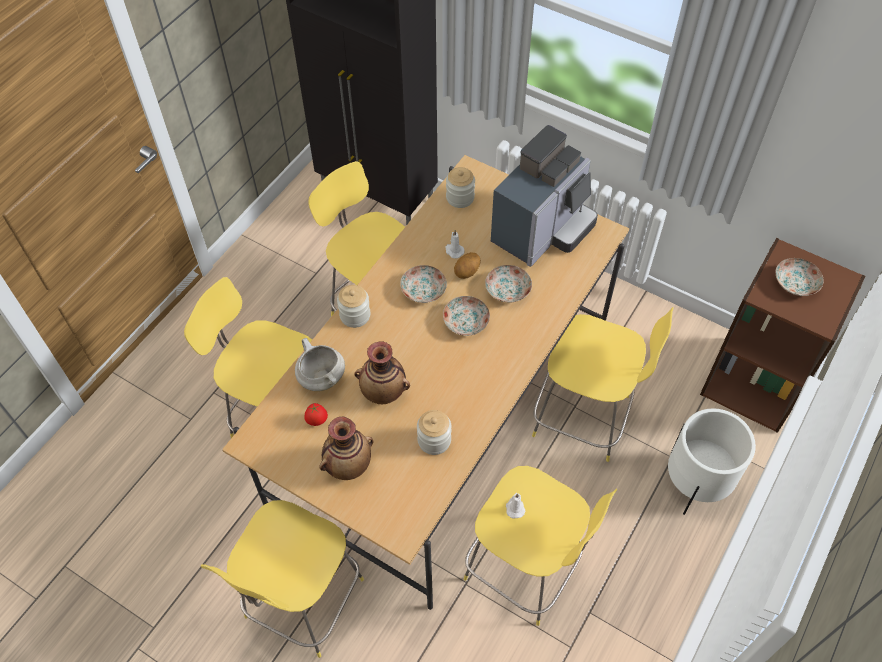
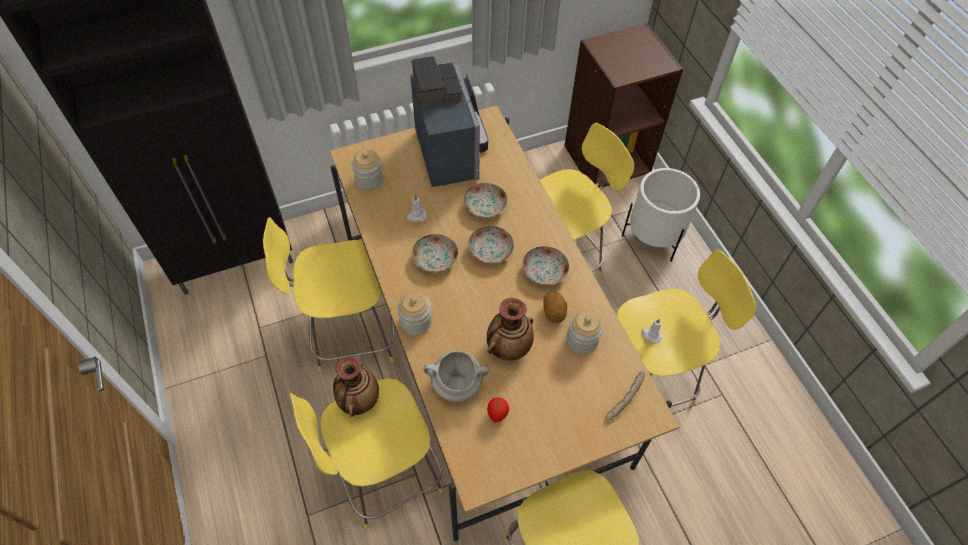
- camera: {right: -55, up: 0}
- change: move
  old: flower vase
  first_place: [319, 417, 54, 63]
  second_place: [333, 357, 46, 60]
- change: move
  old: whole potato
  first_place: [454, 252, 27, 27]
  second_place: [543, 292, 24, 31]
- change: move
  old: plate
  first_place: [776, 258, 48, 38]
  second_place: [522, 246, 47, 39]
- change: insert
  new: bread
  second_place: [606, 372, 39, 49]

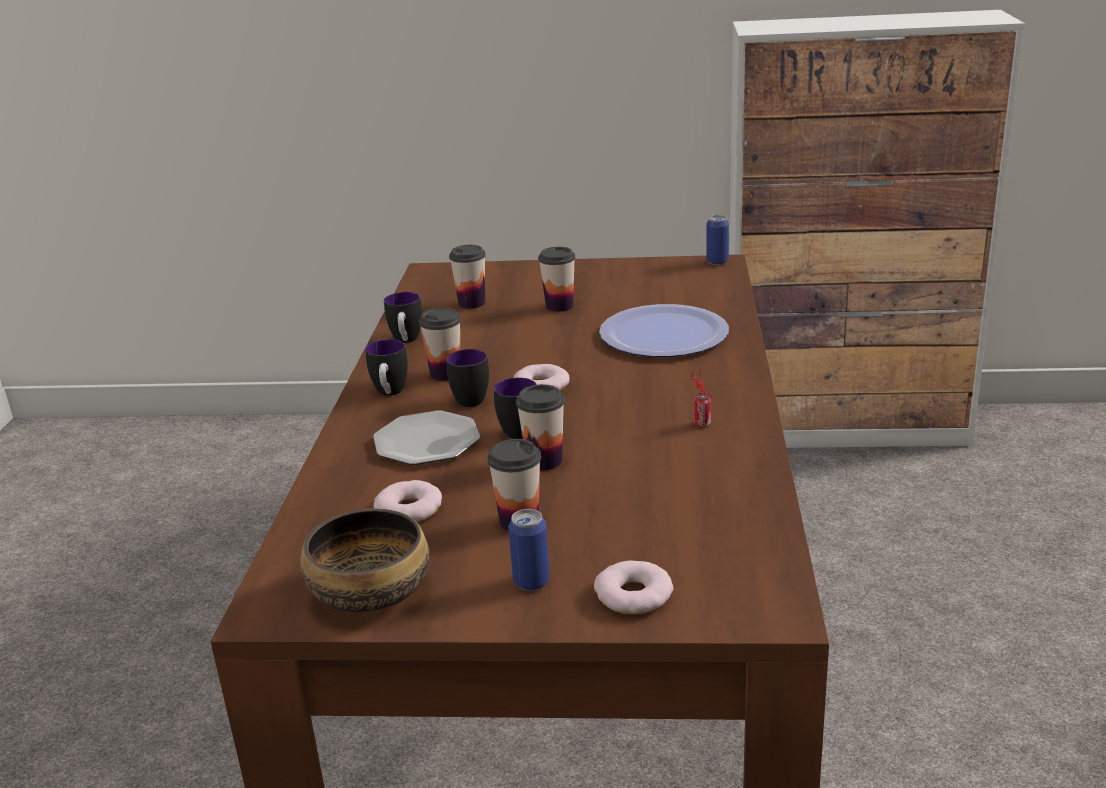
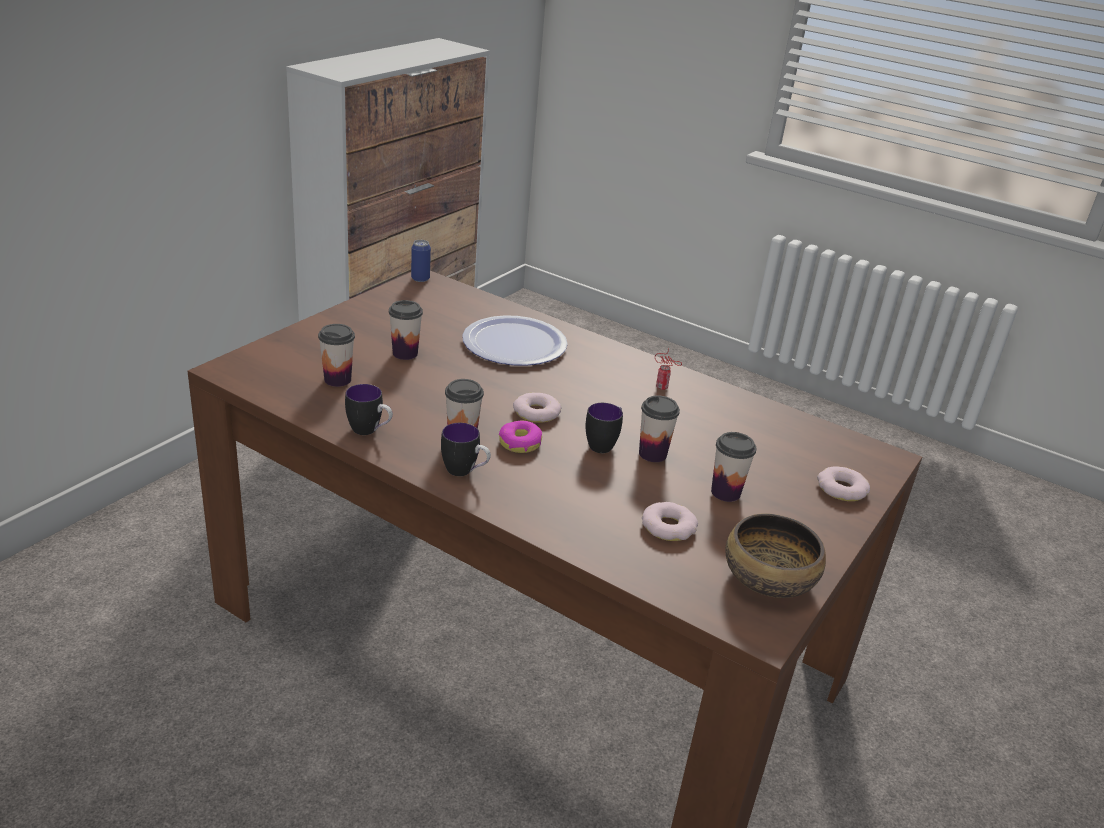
- camera: {right: -65, up: 5}
- change: delete
  old: plate
  first_place: [373, 410, 107, 55]
- change: replace
  old: tea mug
  new: doughnut
  first_place: [446, 349, 43, 58]
  second_place: [499, 420, 43, 33]
- change: delete
  old: sealed can
  first_place: [508, 509, 42, 82]

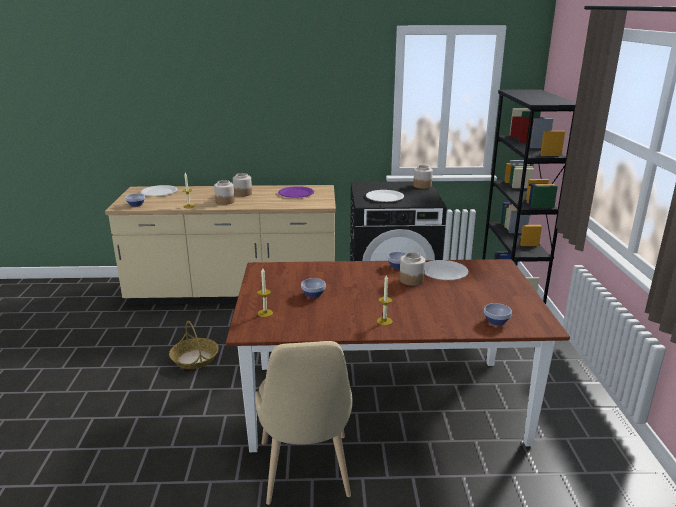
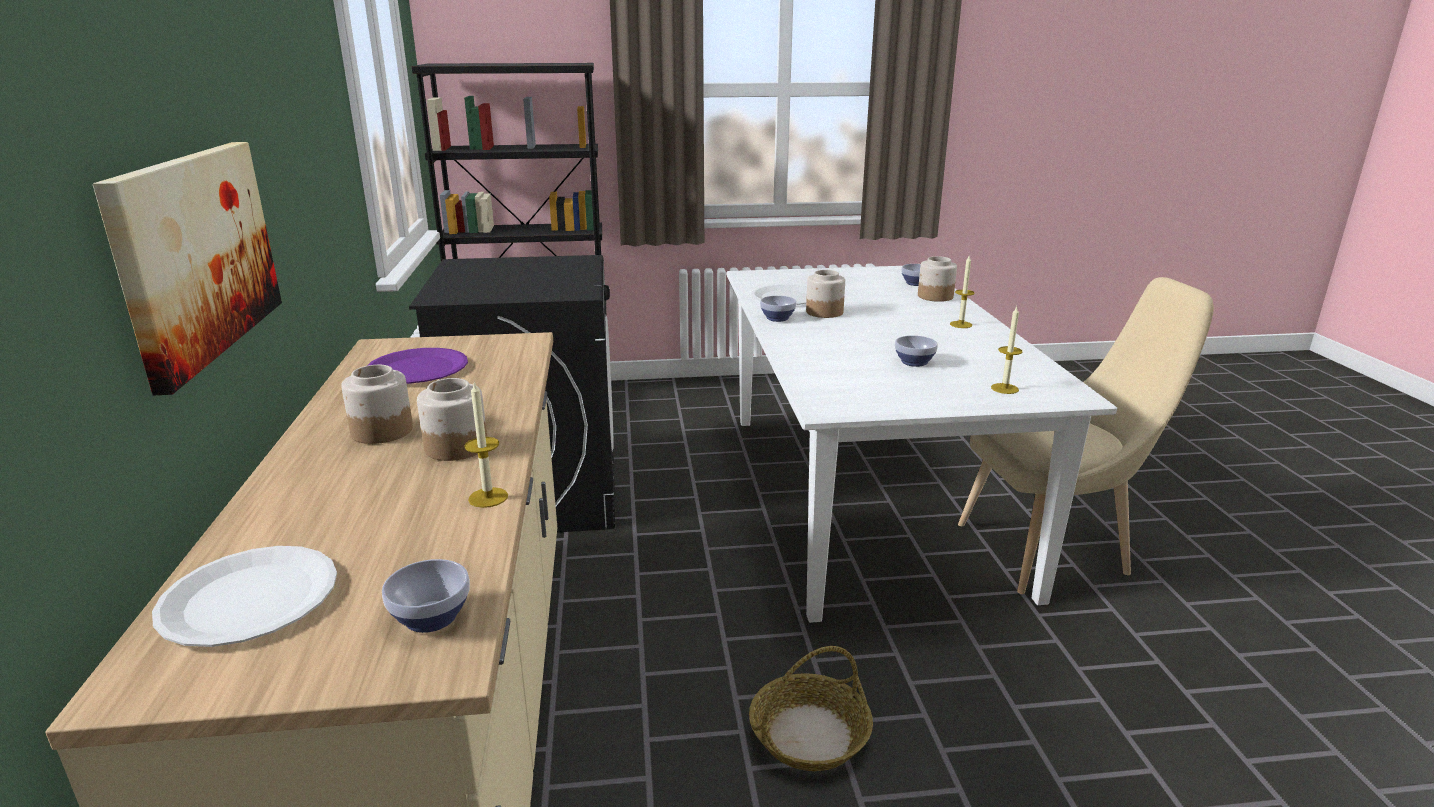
- camera: {right: -95, up: 0}
- change: recolor
  old: dining table in brown-coloured
  new: dining table in whitish
  first_place: [226, 259, 344, 193]
  second_place: [727, 266, 390, 357]
- change: delete
  old: plate in whitish
  first_place: [366, 190, 38, 12]
- change: move
  old: preserve jar
  first_place: [413, 165, 20, 24]
  second_place: [918, 256, 39, 46]
- change: insert
  new: picture
  second_place: [93, 142, 189, 254]

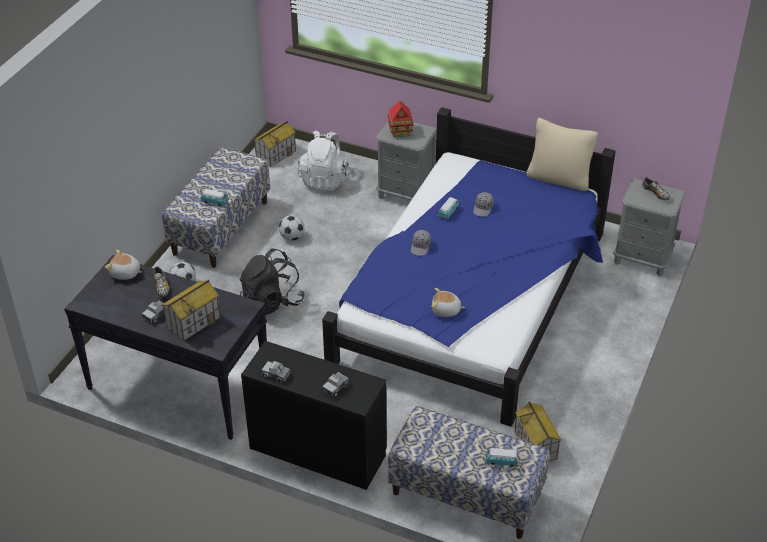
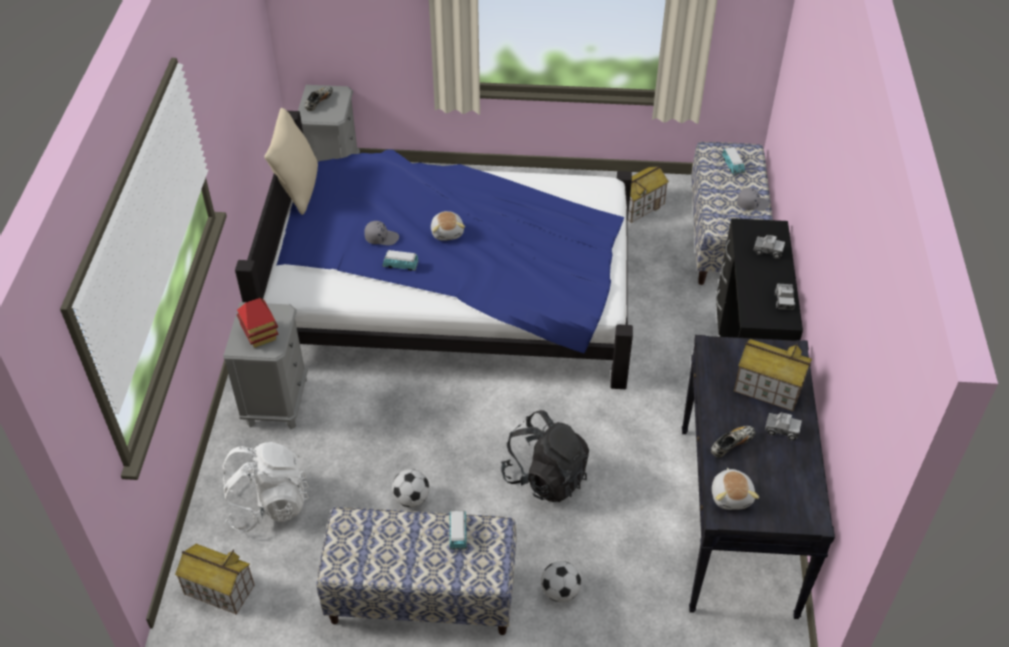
- camera: {right: -110, up: 5}
- change: move
  old: peaked cap in greyish
  first_place: [411, 230, 20, 26]
  second_place: [737, 188, 32, 23]
- change: move
  old: cuddly toy
  first_place: [431, 288, 34, 29]
  second_place: [431, 211, 34, 30]

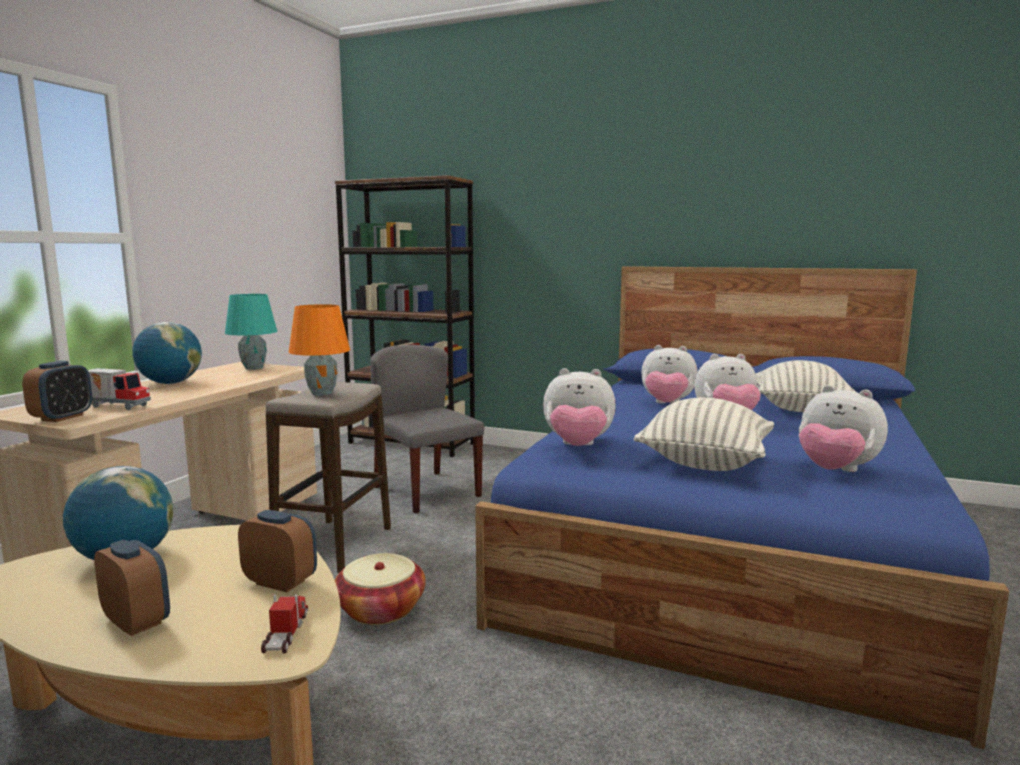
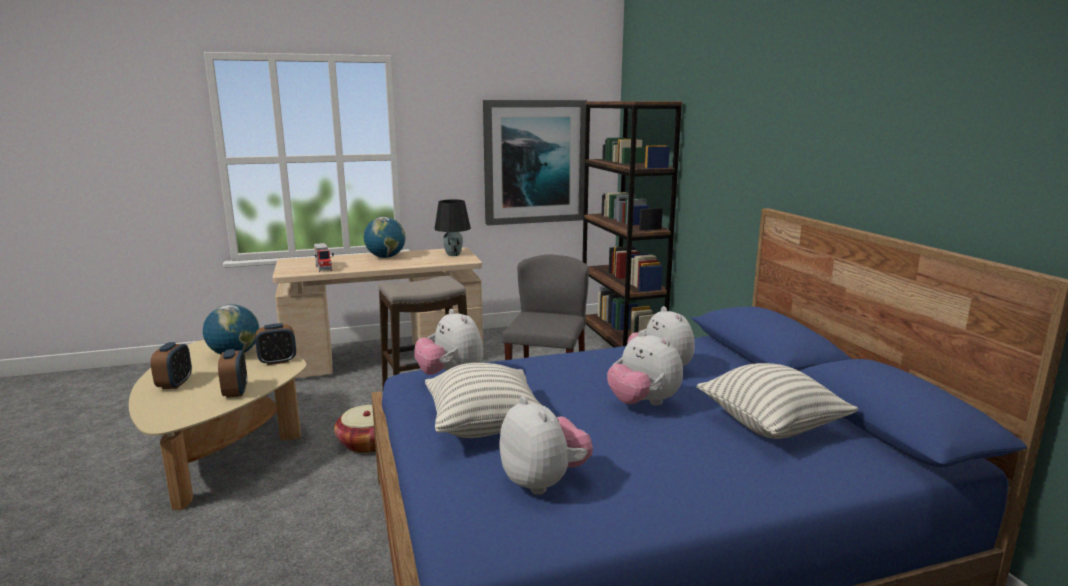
- camera: {right: 50, up: 5}
- change: move
  old: bedside clock
  first_place: [22, 361, 70, 61]
  second_place: [255, 323, 41, 42]
- change: recolor
  old: tabletop lamp in turquoise
  new: tabletop lamp in black
  first_place: [225, 294, 52, 76]
  second_place: [434, 199, 37, 57]
- change: delete
  old: toy truck
  first_place: [261, 594, 47, 59]
- change: delete
  old: tabletop lamp in orange-coloured
  first_place: [289, 304, 61, 92]
- change: rotate
  old: cuddly toy
  first_place: [799, 385, 89, 87]
  second_place: [499, 396, 94, 99]
  degrees: 150
- change: insert
  new: picture
  second_place: [483, 100, 104, 125]

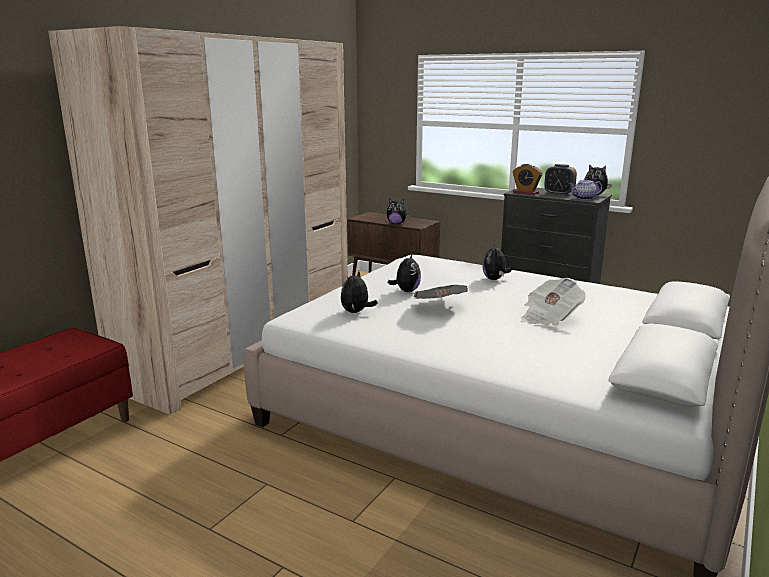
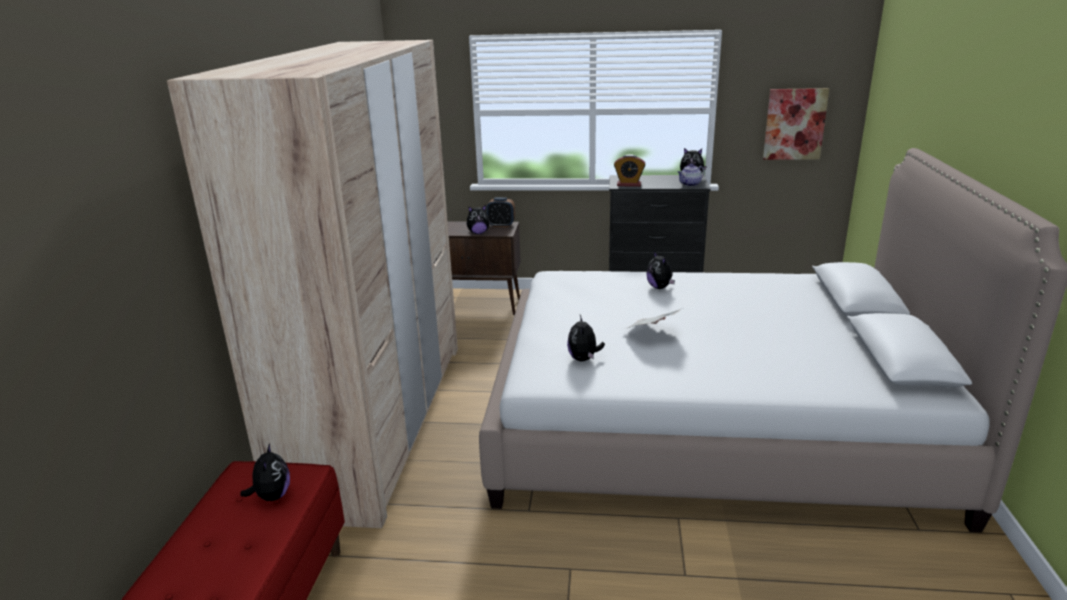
- camera: {right: -25, up: 5}
- change: move
  old: cuddly toy
  first_place: [388, 253, 33, 39]
  second_place: [240, 443, 50, 58]
- change: delete
  old: printed paper
  first_place: [522, 278, 64, 48]
- change: move
  old: bedside clock
  first_place: [544, 164, 33, 32]
  second_place: [486, 197, 29, 30]
- change: insert
  new: picture
  second_place: [763, 88, 66, 72]

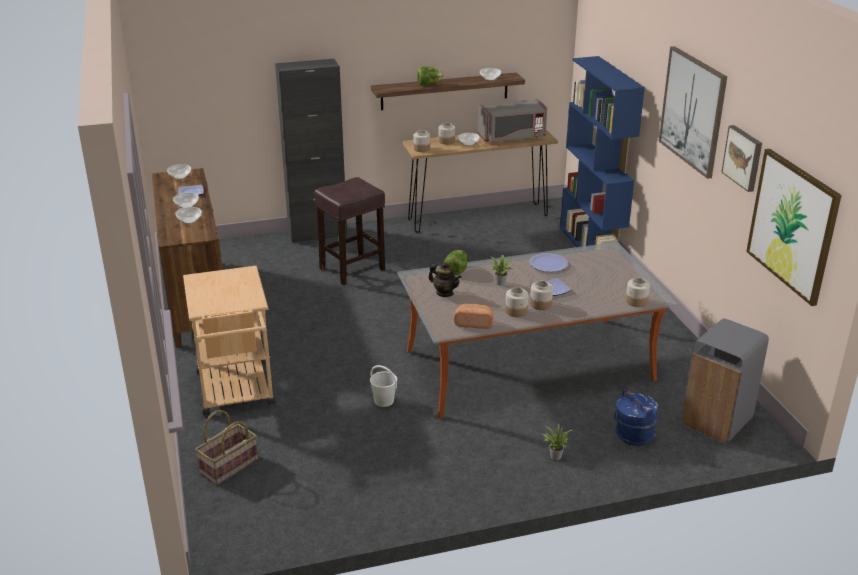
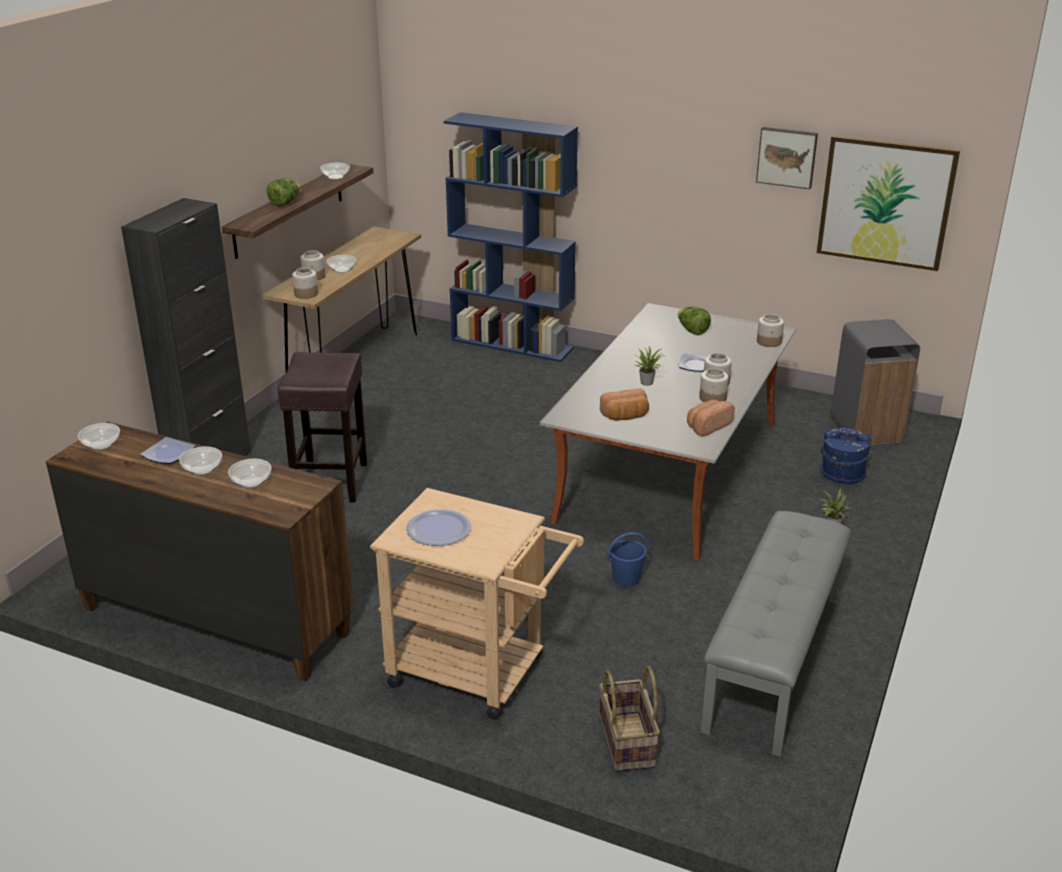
- camera: {right: -50, up: 0}
- change: recolor
  old: water bucket in whitish
  new: water bucket in bluish
  first_place: [370, 365, 27, 42]
  second_place: [607, 532, 41, 55]
- change: replace
  old: pot for tea
  new: bread
  first_place: [428, 262, 33, 35]
  second_place: [600, 388, 49, 33]
- change: move
  old: lettuce head
  first_place: [444, 250, 24, 25]
  second_place: [678, 306, 33, 29]
- change: delete
  old: microwave oven in greyish
  first_place: [477, 99, 70, 43]
- change: move
  old: plate
  first_place: [529, 253, 39, 19]
  second_place: [406, 509, 66, 37]
- change: delete
  old: picture
  first_place: [659, 46, 68, 133]
- change: insert
  new: indoor bench in greyish
  second_place: [701, 511, 151, 246]

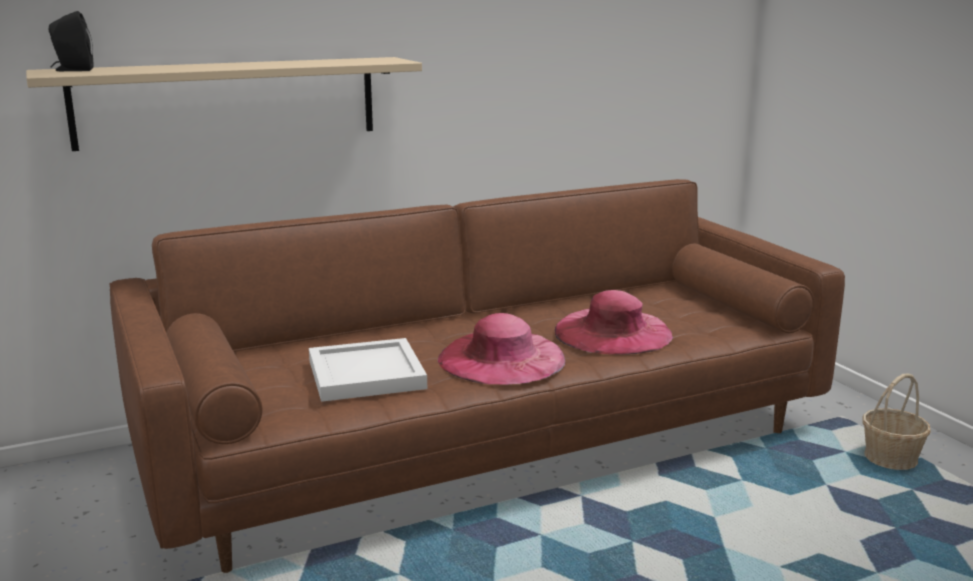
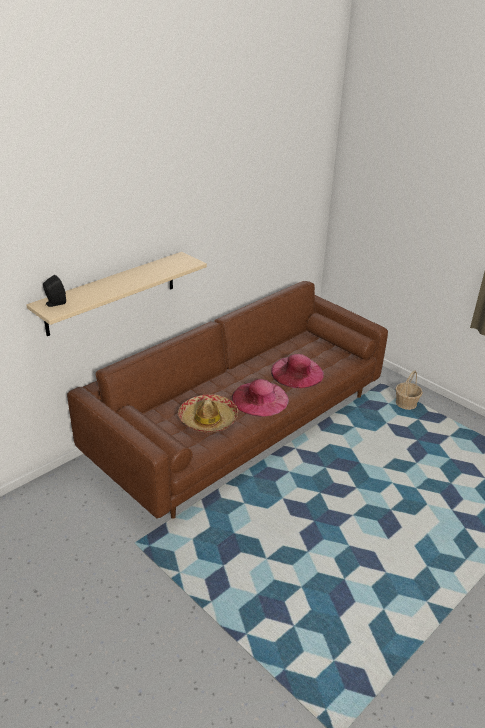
- camera: {right: -20, up: 15}
- change: replace
  old: serving tray in whitish
  new: clothing hat
  first_place: [309, 338, 118, 64]
  second_place: [178, 394, 60, 39]

